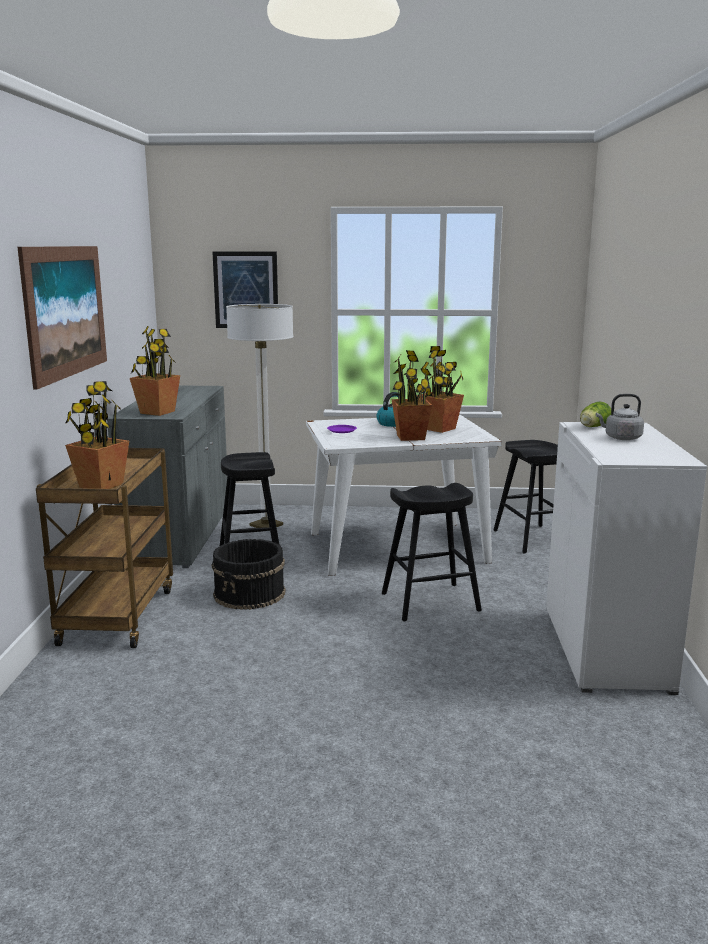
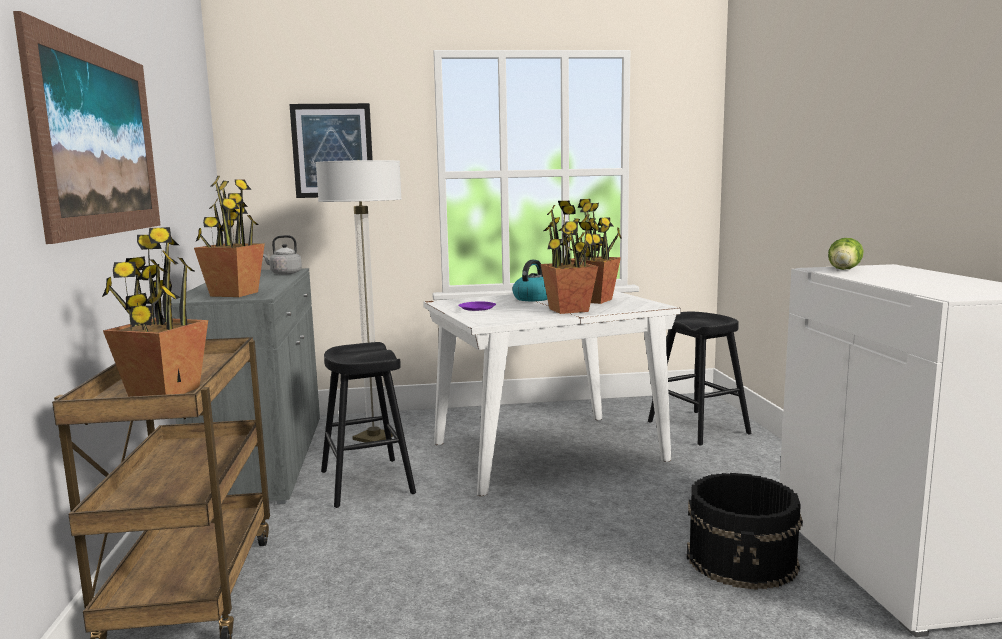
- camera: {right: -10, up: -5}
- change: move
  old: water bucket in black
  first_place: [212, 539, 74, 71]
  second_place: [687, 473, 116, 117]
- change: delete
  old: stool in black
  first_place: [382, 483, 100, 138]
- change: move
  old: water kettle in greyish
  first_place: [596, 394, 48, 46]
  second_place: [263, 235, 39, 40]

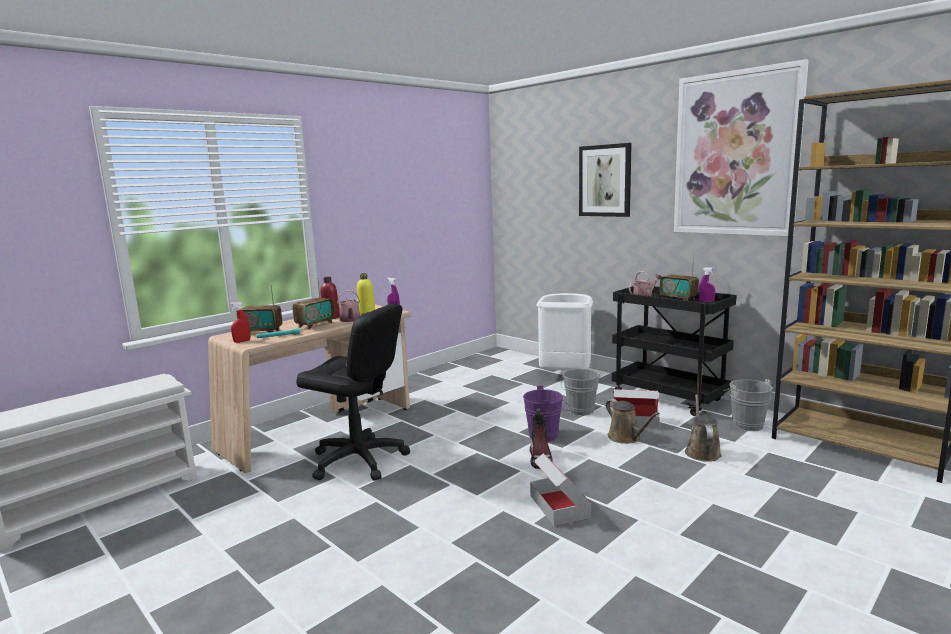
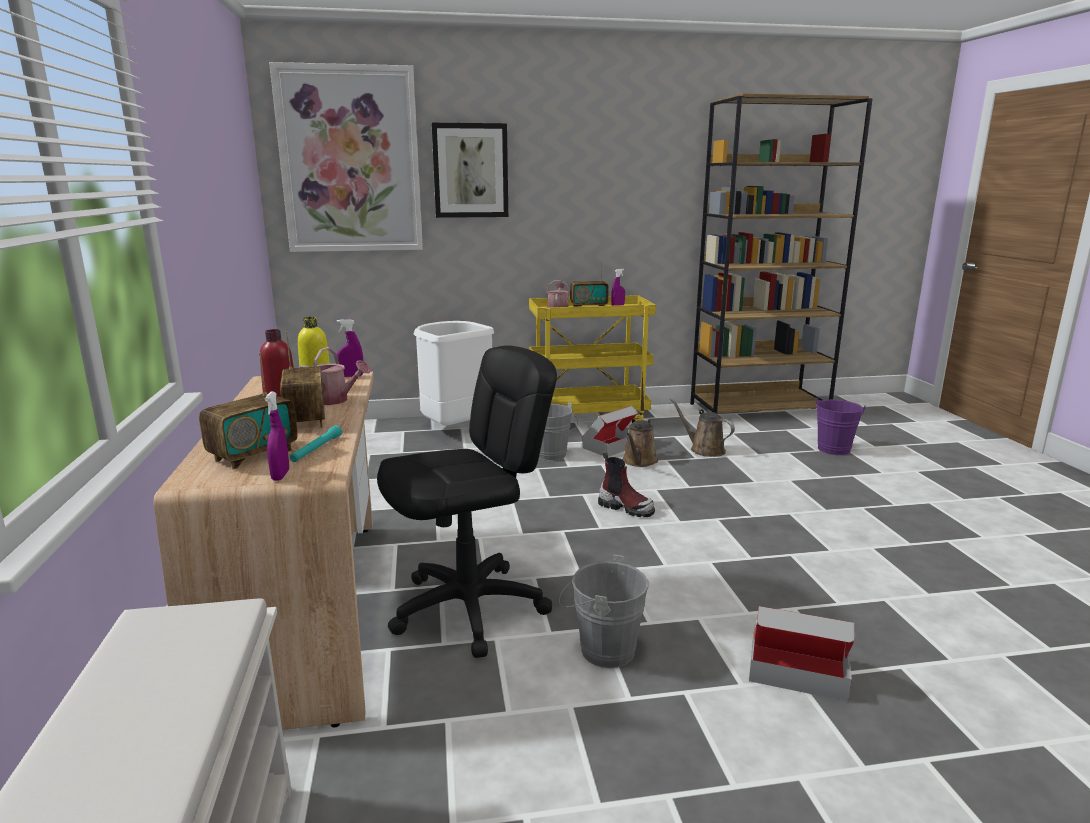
- camera: {right: -55, up: 5}
- change: recolor
  old: sprayer in red
  new: sprayer in purplish
  first_place: [230, 301, 21, 42]
  second_place: [265, 391, 24, 90]
- change: move
  old: water bucket in purplish
  first_place: [523, 385, 47, 57]
  second_place: [816, 398, 50, 57]
- change: move
  old: carton
  first_place: [530, 453, 61, 73]
  second_place: [749, 606, 106, 96]
- change: rotate
  old: sprinkling can in brown-coloured
  first_place: [606, 399, 54, 45]
  second_place: [622, 419, 36, 48]
  degrees: 105
- change: recolor
  old: wheeled cart in black
  new: wheeled cart in yellowish
  first_place: [612, 286, 125, 130]
  second_place: [529, 295, 127, 128]
- change: move
  old: picture
  first_place: [674, 59, 135, 177]
  second_place: [269, 62, 154, 190]
- change: move
  old: water bucket in greyish
  first_place: [723, 379, 50, 52]
  second_place: [559, 555, 90, 113]

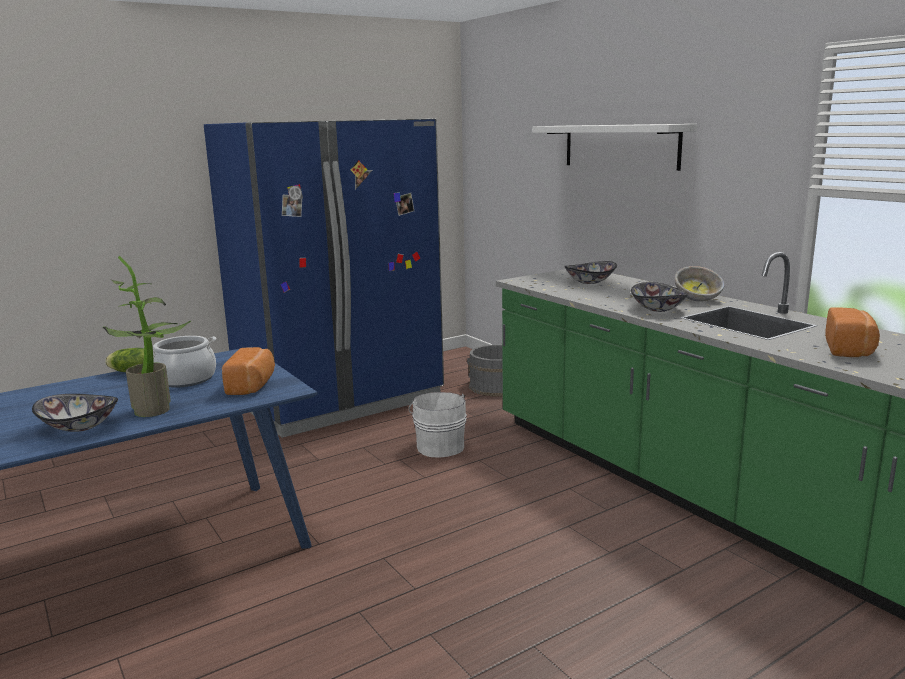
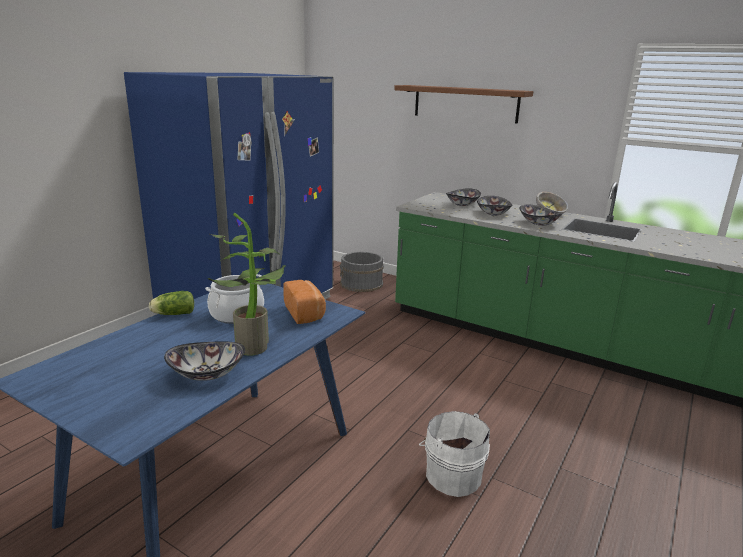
- camera: {right: -25, up: 5}
- change: move
  old: water bucket in whitish
  first_place: [409, 392, 58, 66]
  second_place: [419, 411, 71, 86]
- change: recolor
  old: wall shelf in whitish
  new: wall shelf in brown-coloured
  first_place: [532, 124, 165, 47]
  second_place: [394, 85, 140, 39]
- change: delete
  old: bread
  first_place: [825, 307, 55, 50]
- change: insert
  new: serving bowl
  second_place: [477, 196, 35, 20]

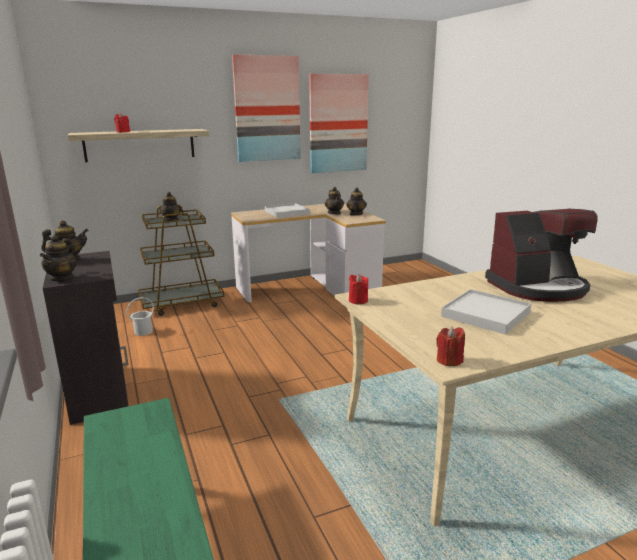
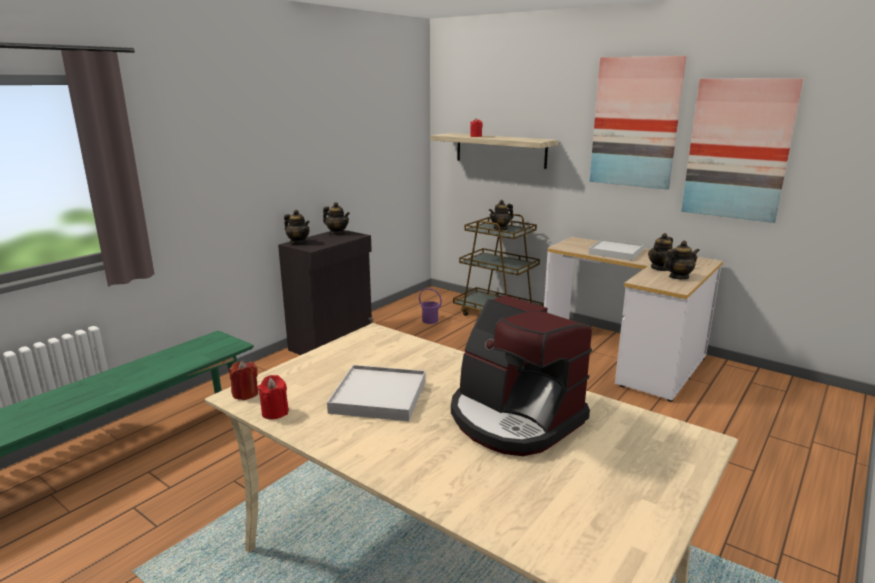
- camera: {right: 60, up: 0}
- change: rotate
  old: pot for tea
  first_place: [40, 235, 37, 47]
  second_place: [284, 210, 26, 35]
  degrees: -120
- change: recolor
  old: water bucket in whitish
  new: water bucket in purplish
  first_place: [127, 297, 27, 39]
  second_place: [419, 288, 23, 36]
- change: move
  old: wax candle in red
  first_place: [349, 274, 19, 31]
  second_place: [258, 375, 31, 45]

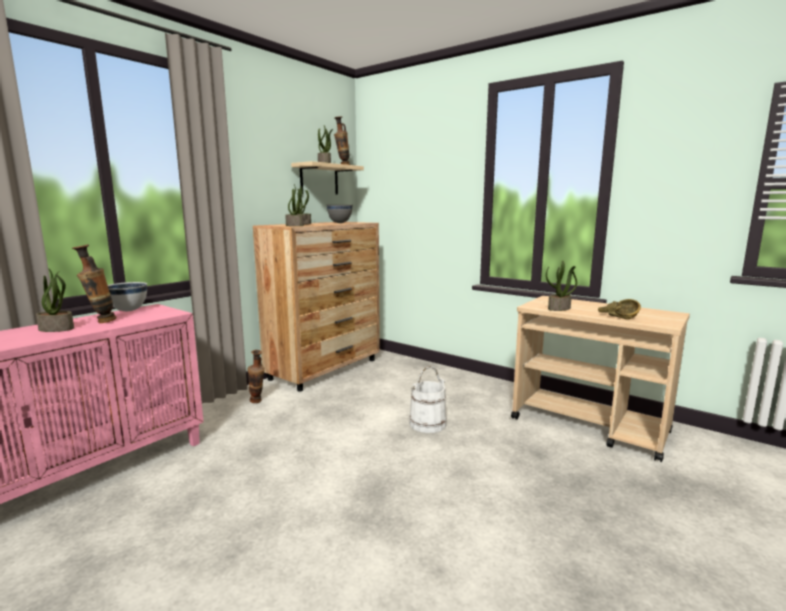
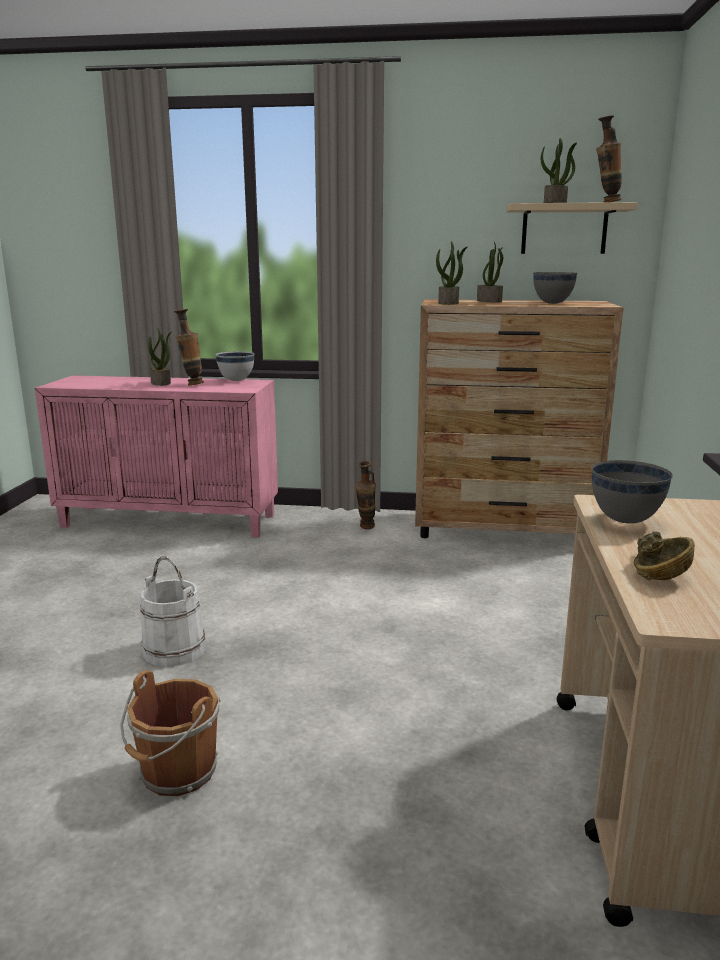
- camera: {right: 60, up: 5}
- change: move
  old: water bucket in whitish
  first_place: [409, 366, 38, 67]
  second_place: [140, 556, 65, 111]
- change: replace
  old: potted plant
  new: serving bowl in greyish
  first_place: [546, 261, 31, 50]
  second_place: [591, 460, 82, 63]
- change: insert
  new: water bucket in brown-coloured
  second_place: [120, 670, 101, 126]

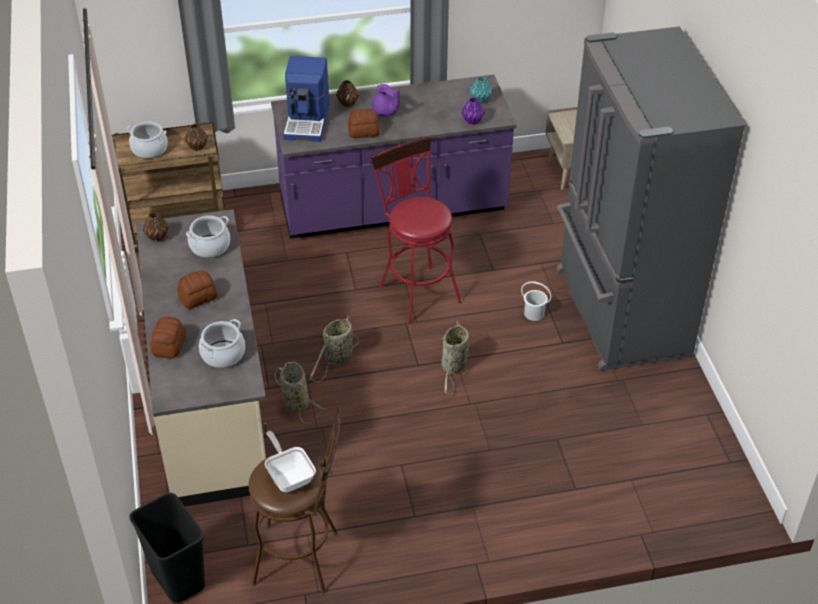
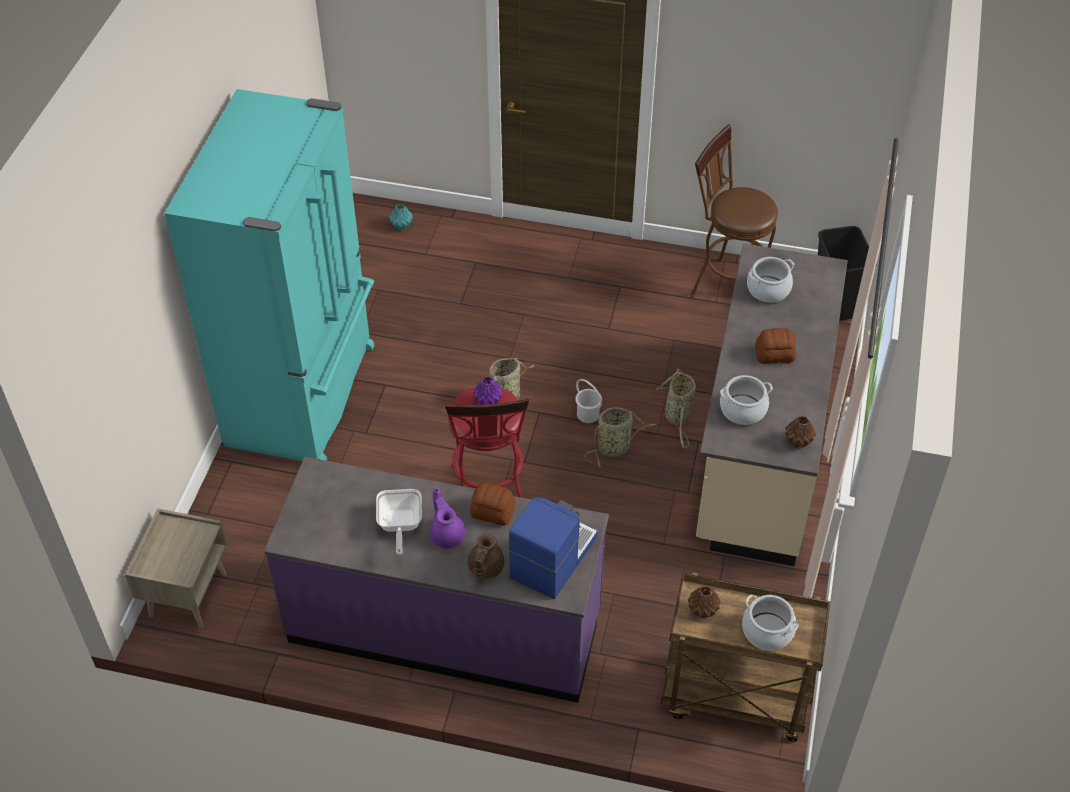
- camera: {right: -155, up: 5}
- change: delete
  old: bread
  first_place: [150, 317, 36, 41]
- change: move
  old: pan
  first_place: [265, 431, 51, 61]
  second_place: [376, 489, 46, 67]
- change: replace
  old: flower vase in brown-coloured
  new: pot for tea in brown-coloured
  first_place: [336, 80, 23, 27]
  second_place: [468, 534, 36, 45]
- change: move
  old: flower vase in purplish
  first_place: [462, 98, 23, 27]
  second_place: [473, 377, 30, 28]
- change: move
  old: flower vase in turquoise
  first_place: [470, 77, 22, 27]
  second_place: [389, 204, 24, 26]
- change: move
  old: water bucket in whitish
  first_place: [521, 281, 30, 40]
  second_place: [575, 379, 27, 44]
- change: recolor
  old: kitchen fridge in greyish
  new: kitchen fridge in turquoise
  first_place: [556, 26, 189, 345]
  second_place: [164, 89, 211, 372]

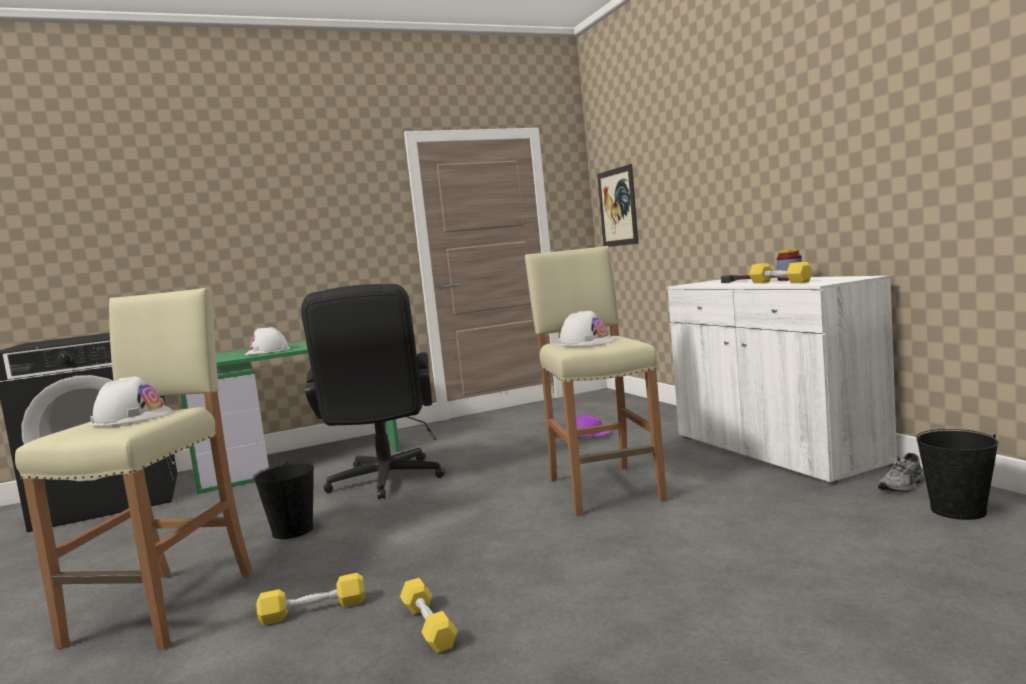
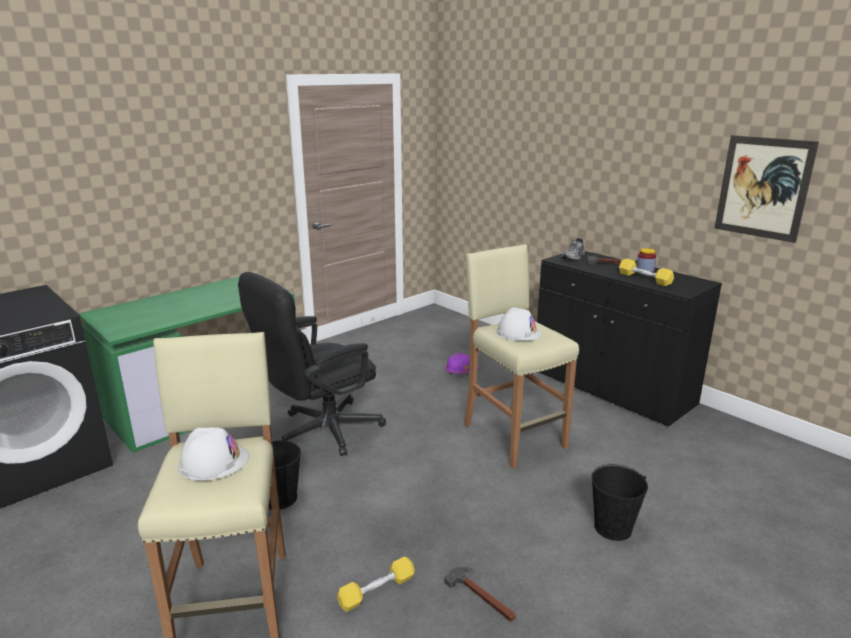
- camera: {right: -20, up: 15}
- change: delete
  old: hard hat in whitish
  first_place: [245, 327, 45, 28]
- change: rotate
  old: desk chair in black
  first_place: [301, 284, 144, 215]
  second_place: [238, 272, 148, 184]
  degrees: 75
- change: replace
  old: free weight in yellowish
  new: tool hammer
  first_place: [400, 578, 58, 75]
  second_place: [444, 566, 72, 56]
- change: move
  old: picture
  first_place: [597, 164, 41, 83]
  second_place: [714, 135, 105, 108]
- change: recolor
  old: cupboard in whitish
  new: cupboard in black
  first_place: [667, 276, 230, 209]
  second_place: [536, 251, 186, 177]
- change: move
  old: low shoe in greyish
  first_place: [878, 453, 47, 39]
  second_place: [561, 238, 24, 22]
- change: move
  old: water bucket in black
  first_place: [916, 429, 82, 91]
  second_place: [592, 464, 56, 77]

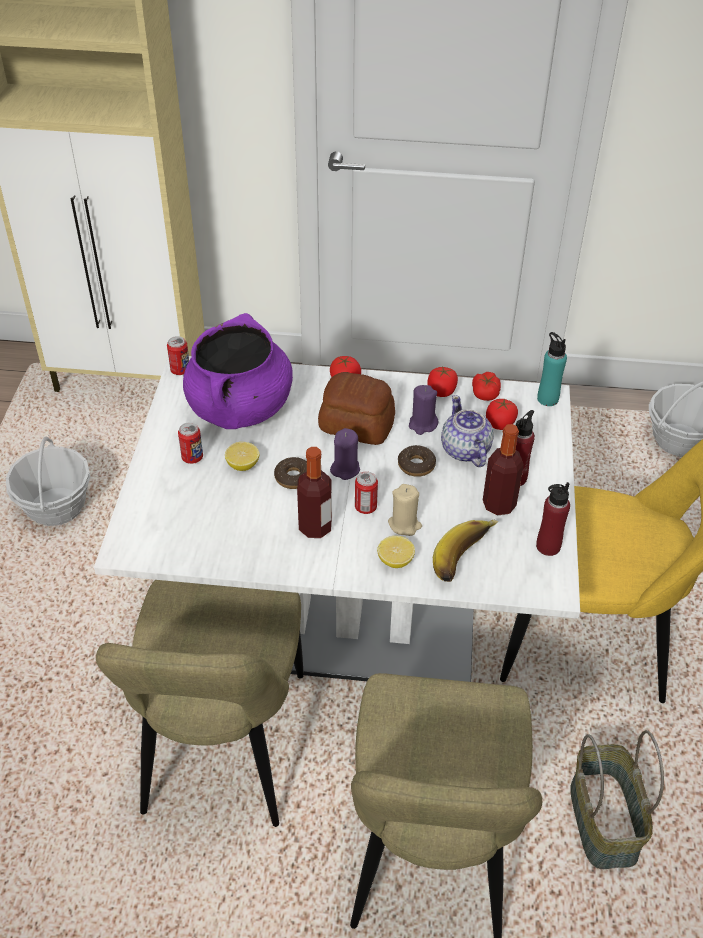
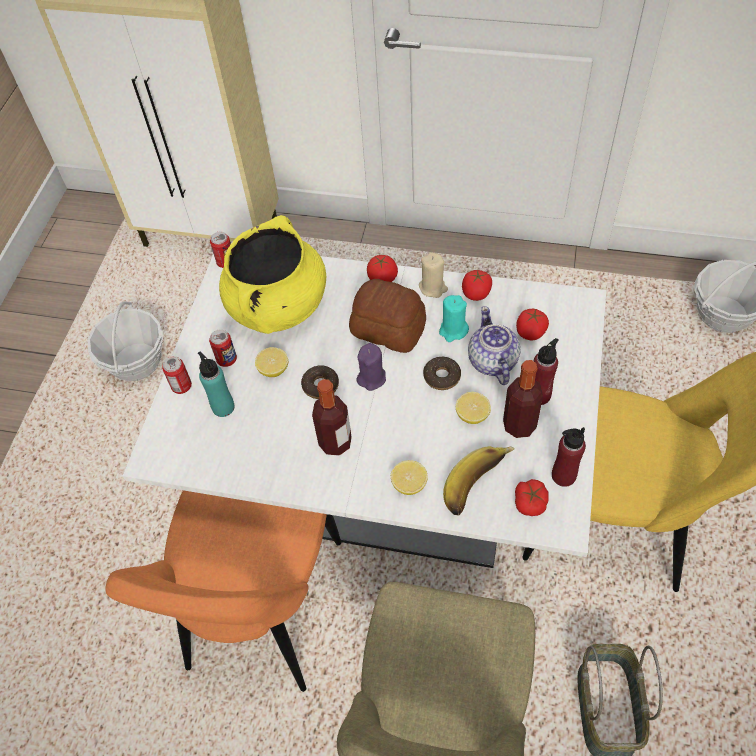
- camera: {right: 10, up: 10}
- change: recolor
  old: plain chair in beige-coloured
  new: plain chair in orange-coloured
  first_place: [96, 580, 208, 247]
  second_place: [105, 490, 236, 202]
- change: recolor
  old: saucepot in purplish
  new: saucepot in yellowish
  first_place: [183, 313, 110, 116]
  second_place: [219, 215, 107, 119]
- change: move
  old: sealed can
  first_place: [355, 471, 23, 43]
  second_place: [162, 356, 30, 38]
- change: move
  old: wax candle in beige-coloured
  first_place: [388, 484, 34, 52]
  second_place: [419, 252, 29, 46]
- change: recolor
  old: wax candle in purplish
  new: wax candle in turquoise
  first_place: [409, 385, 29, 50]
  second_place: [439, 295, 30, 47]
- change: move
  old: fresh tomato
  first_place: [472, 372, 29, 29]
  second_place: [515, 479, 34, 37]
- change: move
  old: beverage bottle in turquoise
  first_place: [537, 332, 30, 74]
  second_place: [198, 352, 36, 65]
- change: insert
  new: citrus fruit
  second_place: [456, 392, 35, 32]

